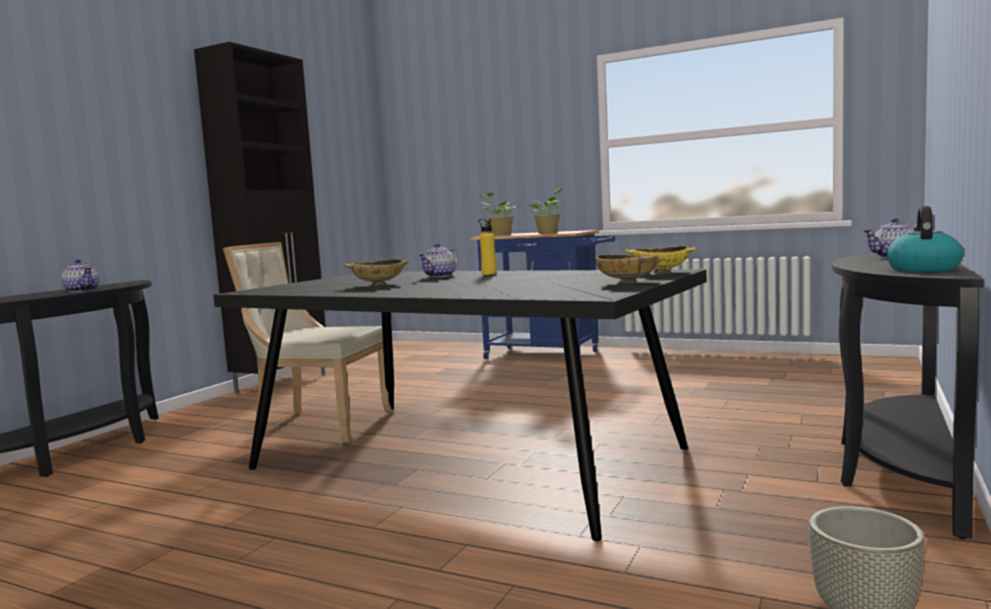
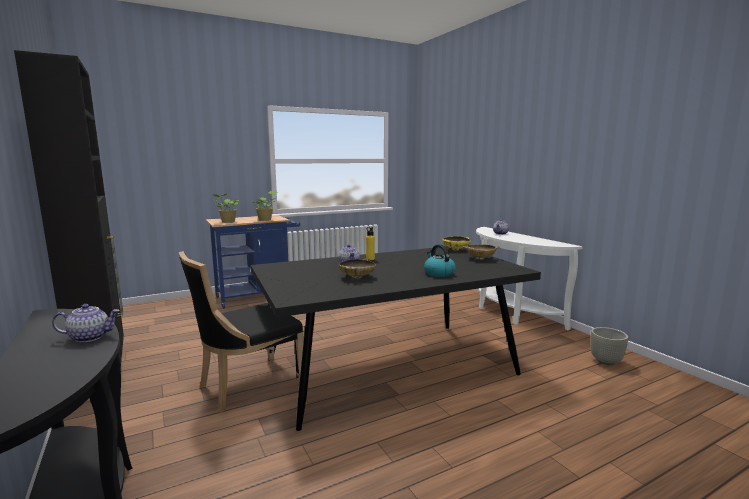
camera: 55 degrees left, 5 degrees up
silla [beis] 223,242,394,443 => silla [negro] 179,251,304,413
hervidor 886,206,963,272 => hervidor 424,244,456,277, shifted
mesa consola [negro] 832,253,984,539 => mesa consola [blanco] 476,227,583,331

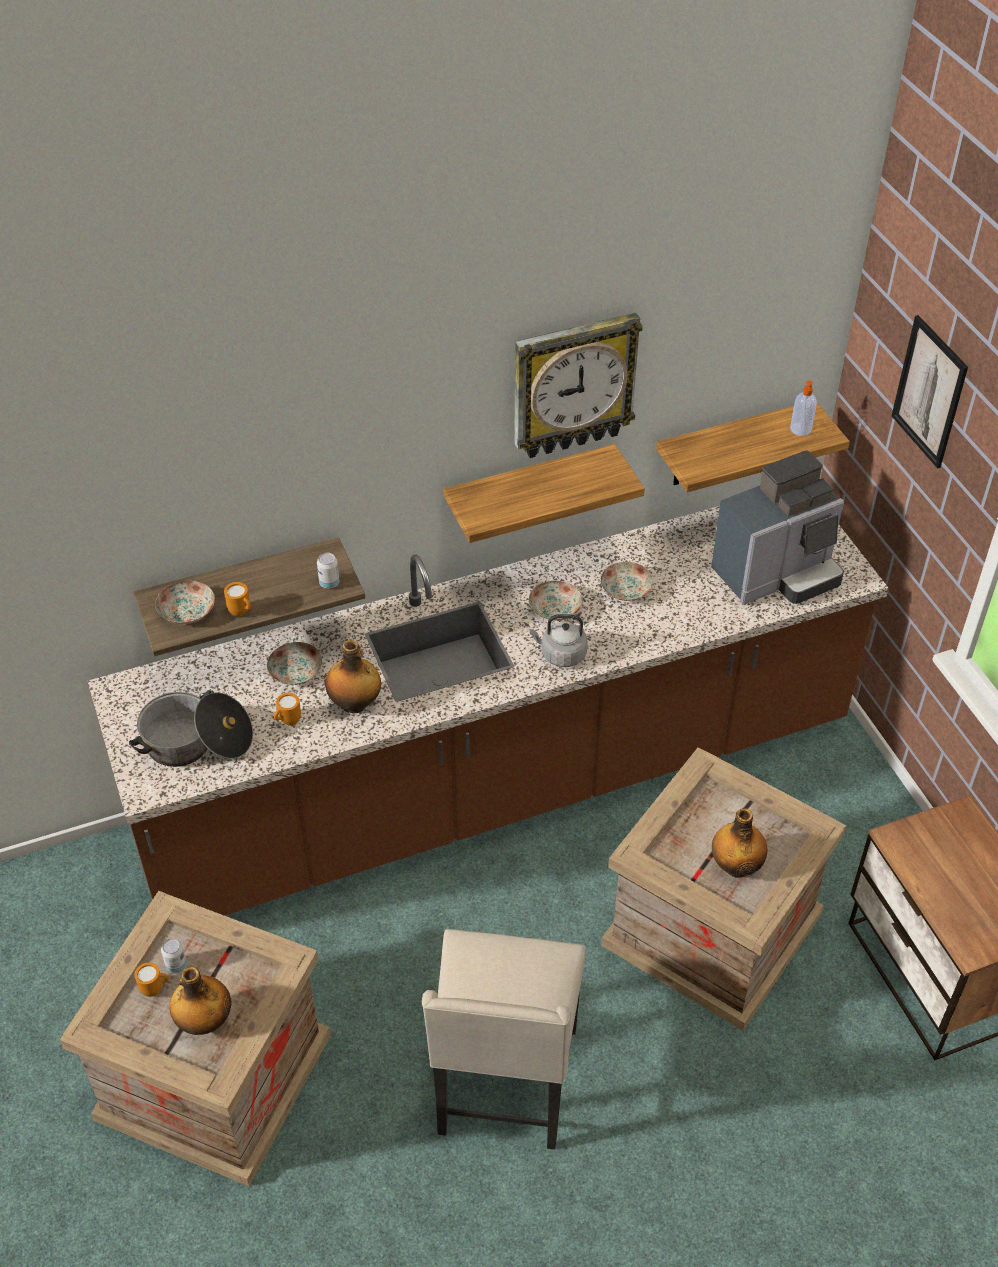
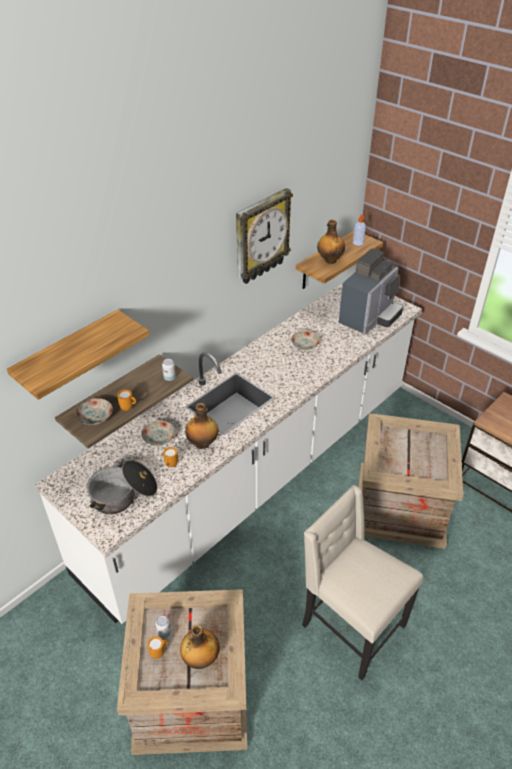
camera: 25 degrees left, 5 degrees down
estante 444,444,645,543 => estante 7,310,150,400, shifted
mueble bajo de cocina [marrón] 88,506,889,916 => mueble bajo de cocina [blanco] 35,283,422,624
silla [beis] 422,929,586,1150 => silla [beis] 302,485,423,680, 150 degrees clockwise
botella 712,808,768,878 => botella 317,219,345,264, shifted
plato 529,581,583,621 => nothing
hervidor [gris] 529,614,588,667 => nothing
cuadro 892,315,968,469 => nothing

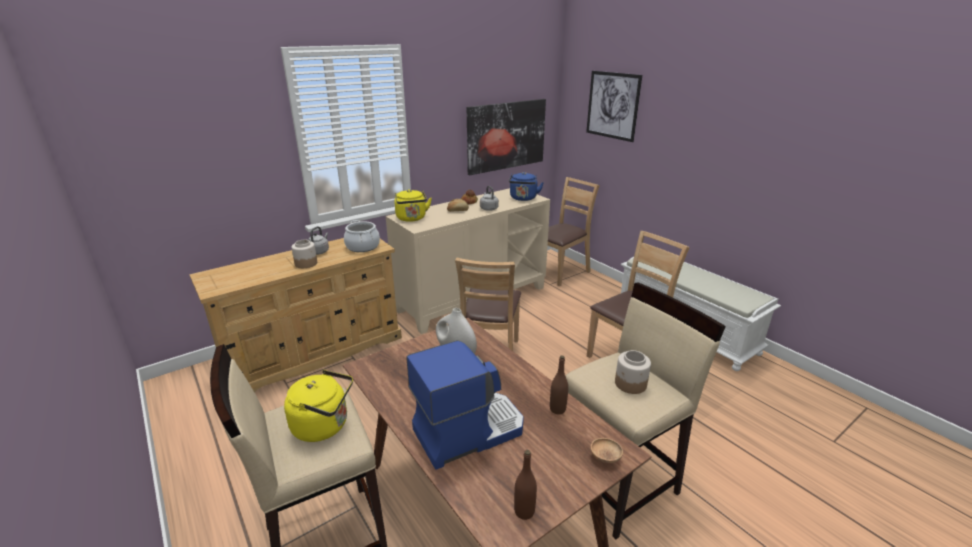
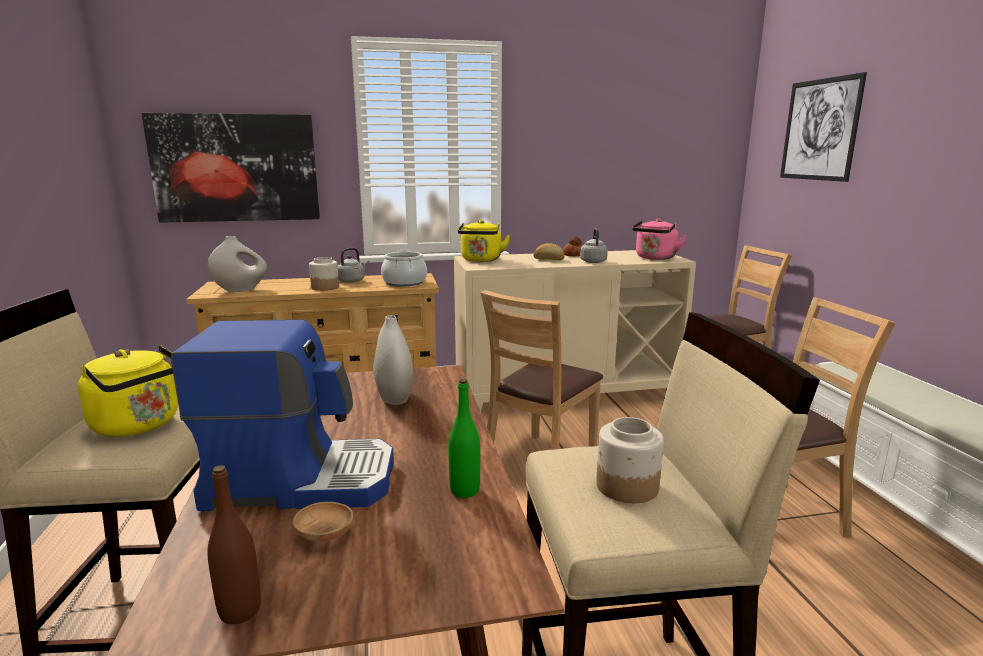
camera: 25 degrees right, 10 degrees down
cuadro 467,99,546,175 => cuadro 141,113,320,223, shifted
nothing => florero [blanco] 208,236,267,292
cuenco [marrón] 591,438,623,463 => cuenco [marrón] 293,502,353,542, shifted
botella [marrón] 550,355,568,414 => botella [verde] 448,379,480,498
hervidor [azul] 509,172,543,201 => hervidor [rosa] 632,219,687,260

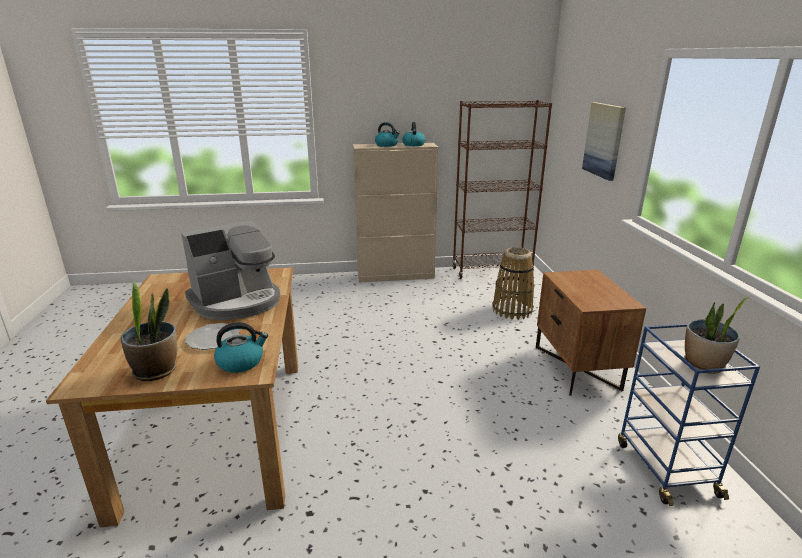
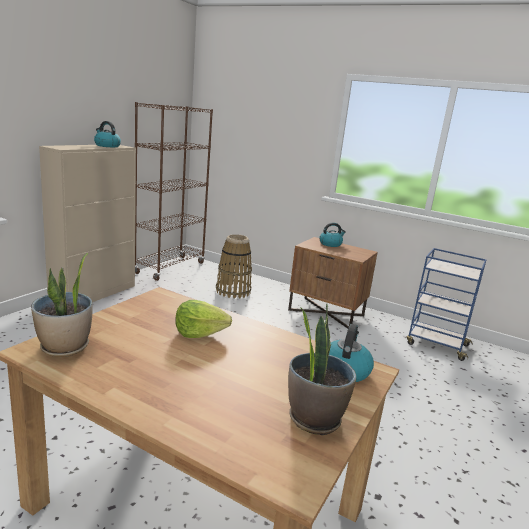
camera: 55 degrees left, 5 degrees down
planta en maceta 684,297,749,374 => planta en maceta 31,253,92,357, shifted
cafetera 181,220,280,320 => lechuga 176,300,232,338
hervidor 375,122,400,147 => hervidor 319,222,346,247, shifted
plato 185,323,240,350 => nothing
cuadro 582,102,626,181 => nothing

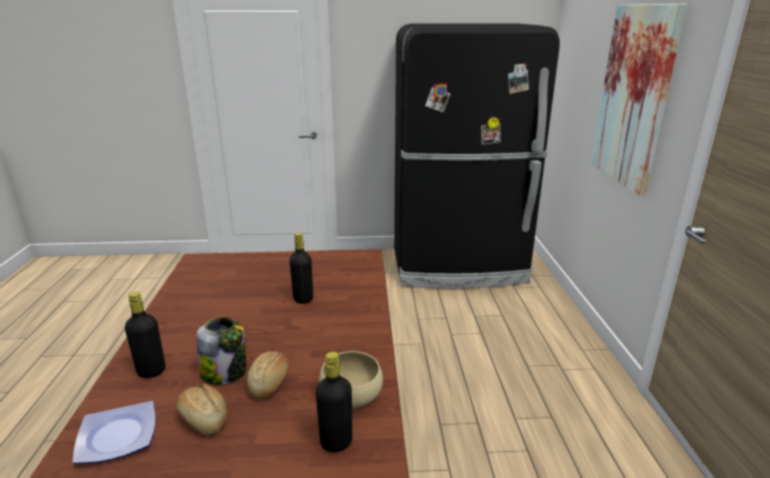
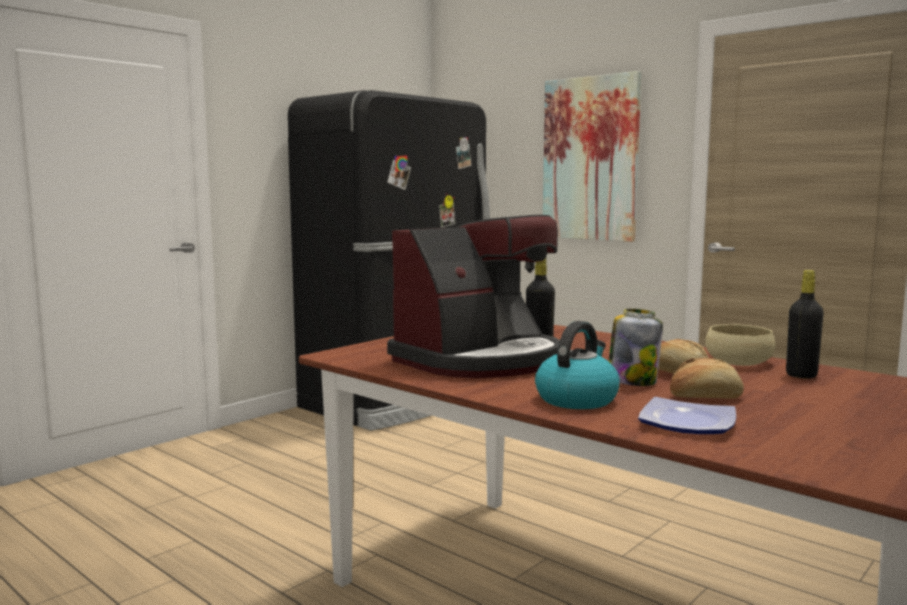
camera: 45 degrees left, 15 degrees down
nothing => cafetera 387,215,560,378
botella [negro] 125,292,166,378 => hervidor 535,321,620,409

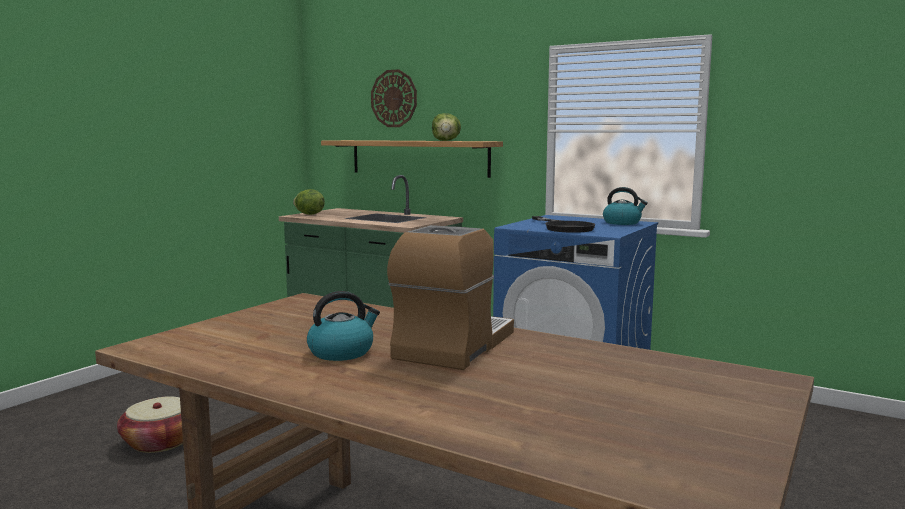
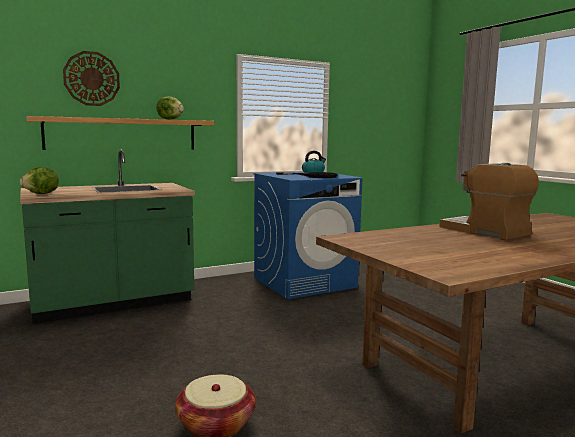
camera: 60 degrees left, 0 degrees up
hervidor 307,291,380,361 => nothing

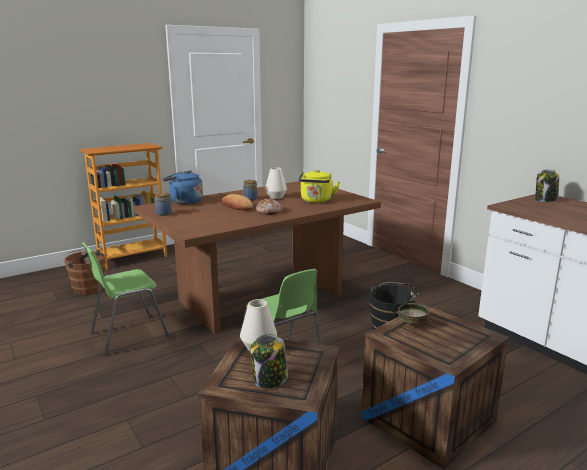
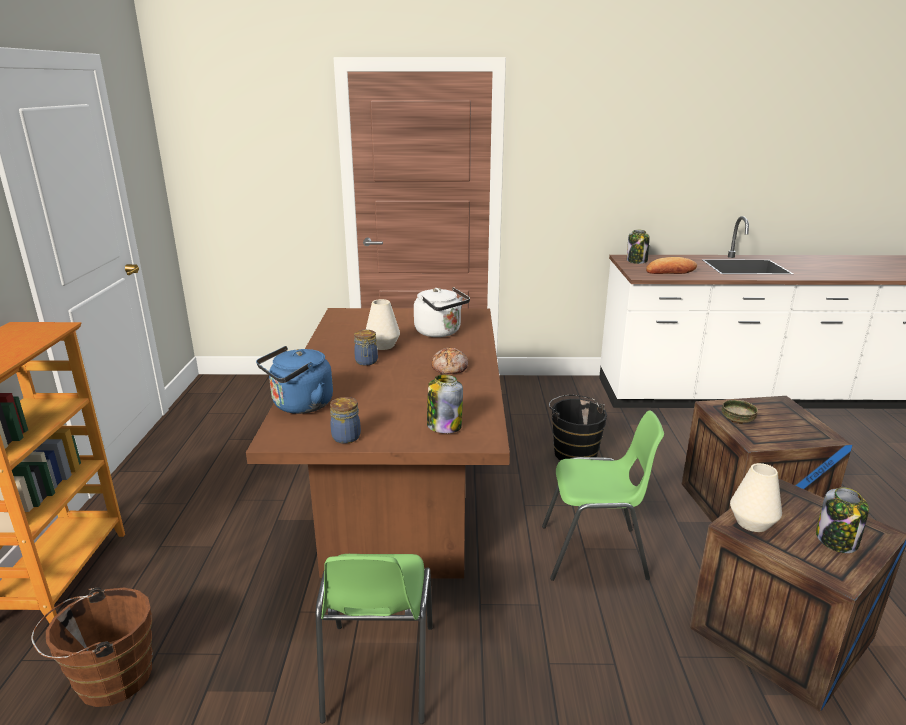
camera: 55 degrees left, 5 degrees up
hervidor [amarillo] 298,170,340,203 => hervidor [blanco] 414,287,470,337
nothing => tarro 427,375,463,433
pan 221,194,253,210 => pan 646,257,697,274, shifted

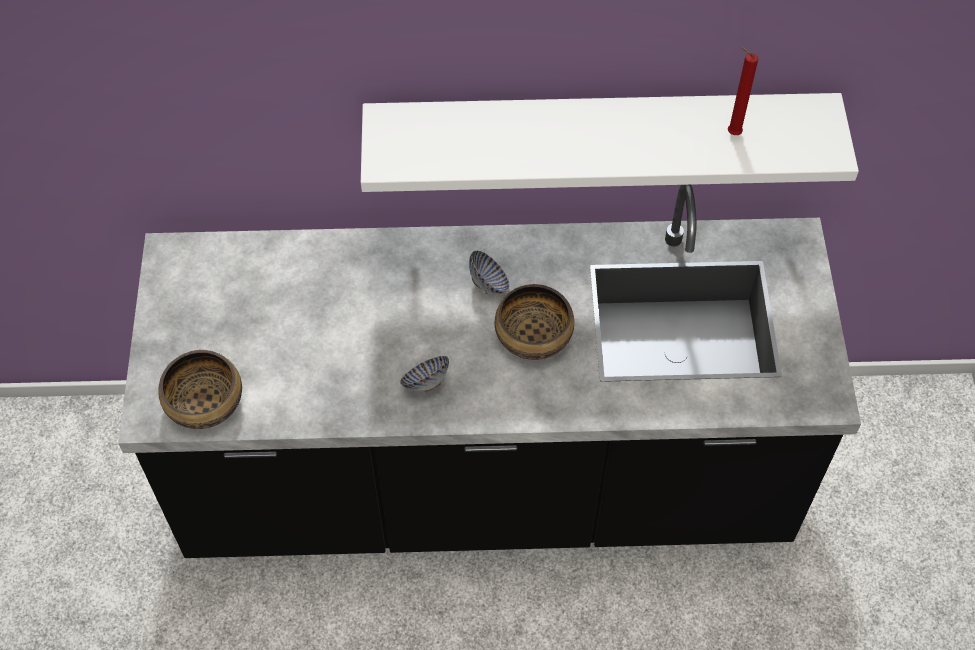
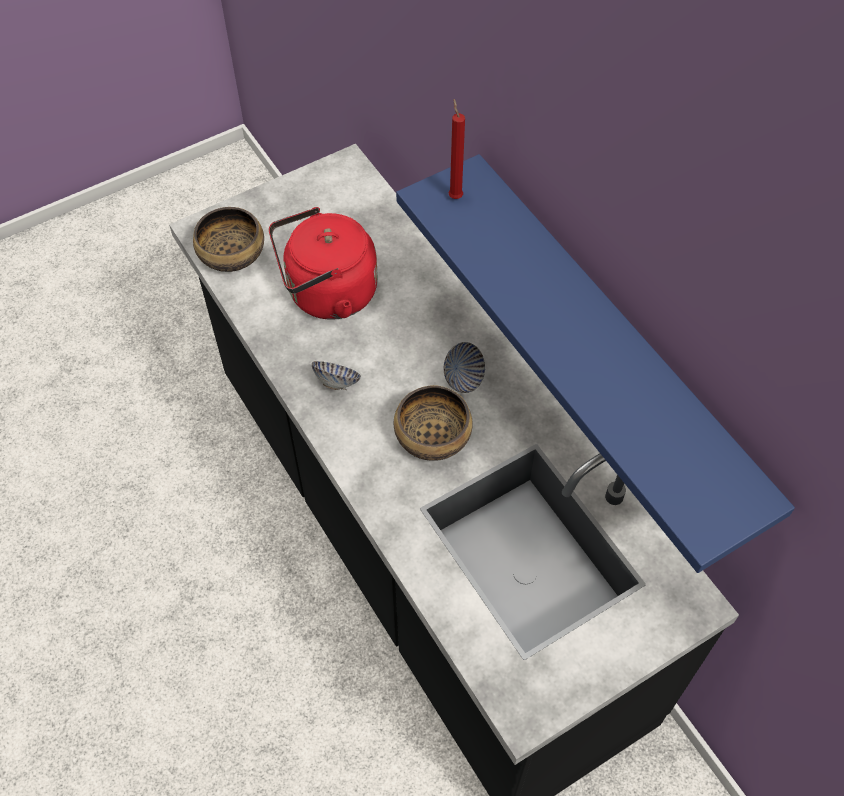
camera: 60 degrees right, 0 degrees up
nothing => hervidor [rojo] 269,207,378,320
estante [blanco] 361,93,859,192 => estante [azul] 396,154,795,573
vela [rojo] 728,47,758,135 => vela [rojo] 449,99,465,199, shifted

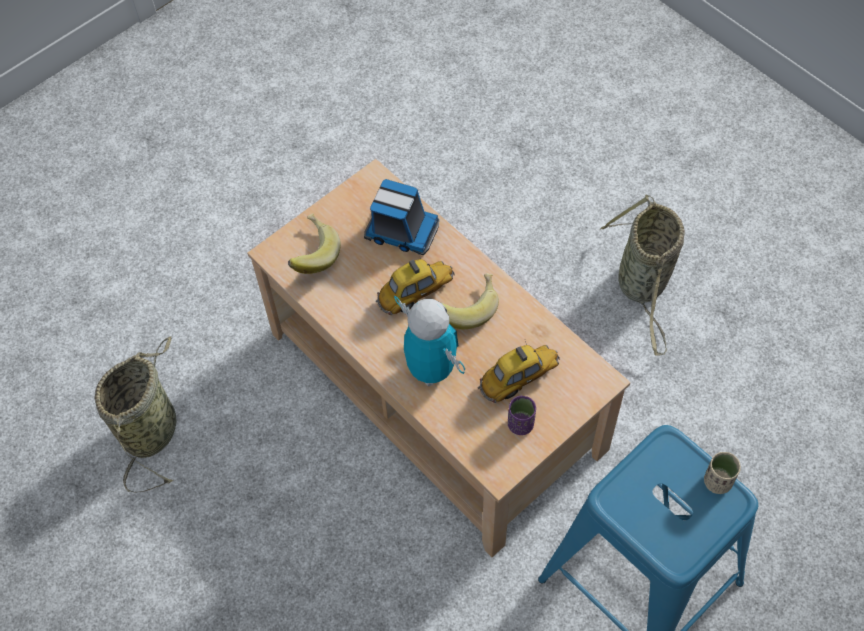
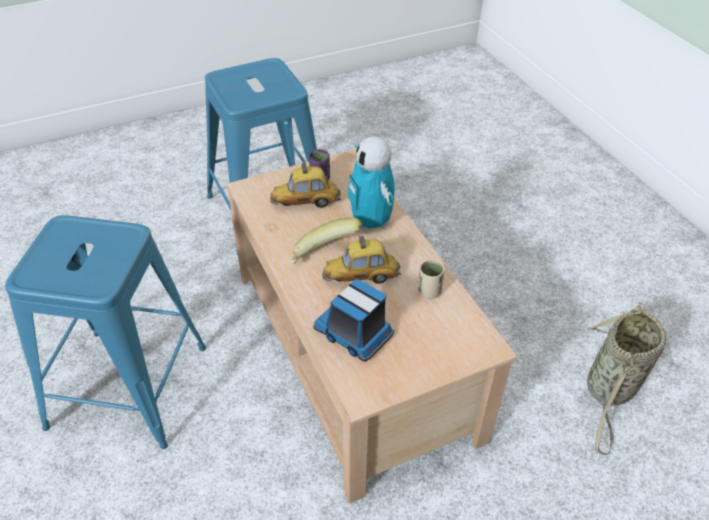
camera: 165 degrees left, 15 degrees down
cesta 599,195,685,356 => taburete [azul] 5,215,206,449
taza [beis] 704,452,741,494 => taza [beis] 418,260,445,299, shifted
plátano 288,213,341,274 => nothing

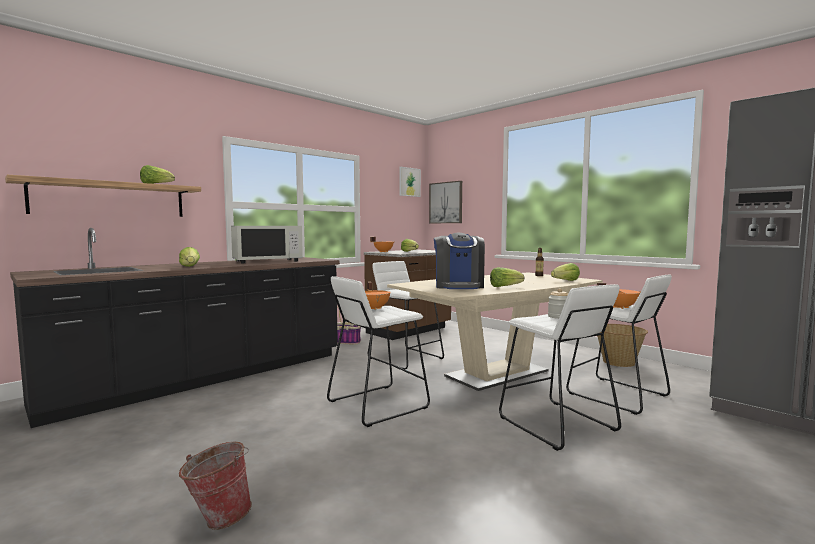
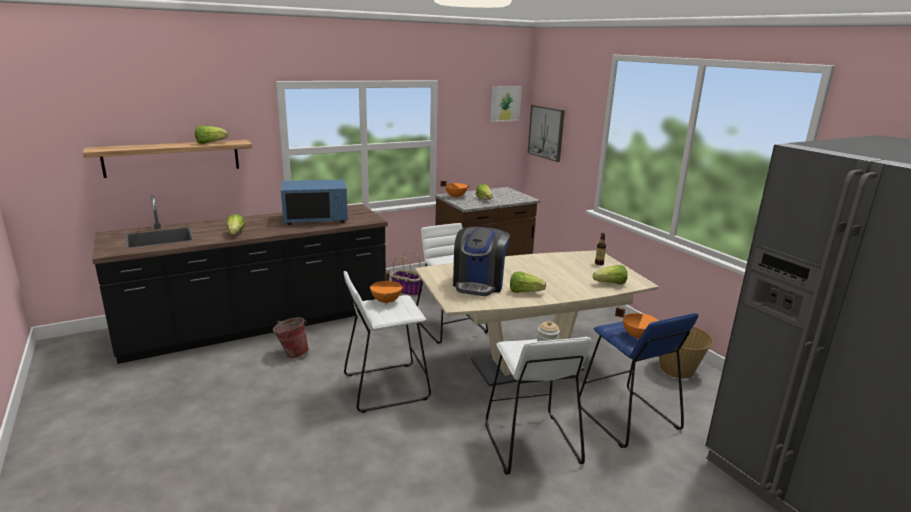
camera: 15 degrees right, 15 degrees up
cubo 179,442,252,530 => cubo 273,317,309,358, shifted
microondas [blanco] 231,226,303,263 => microondas [azul] 281,179,348,225
taburete [blanco] 566,275,672,415 => taburete [azul] 580,313,698,448

